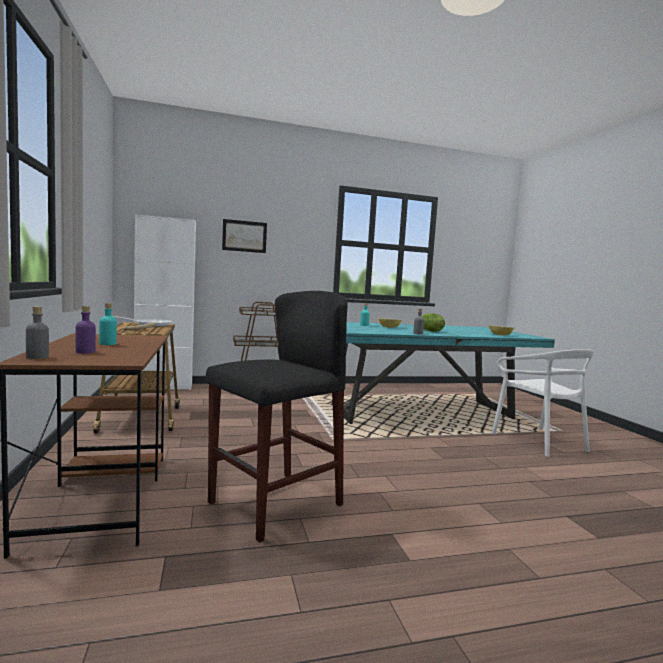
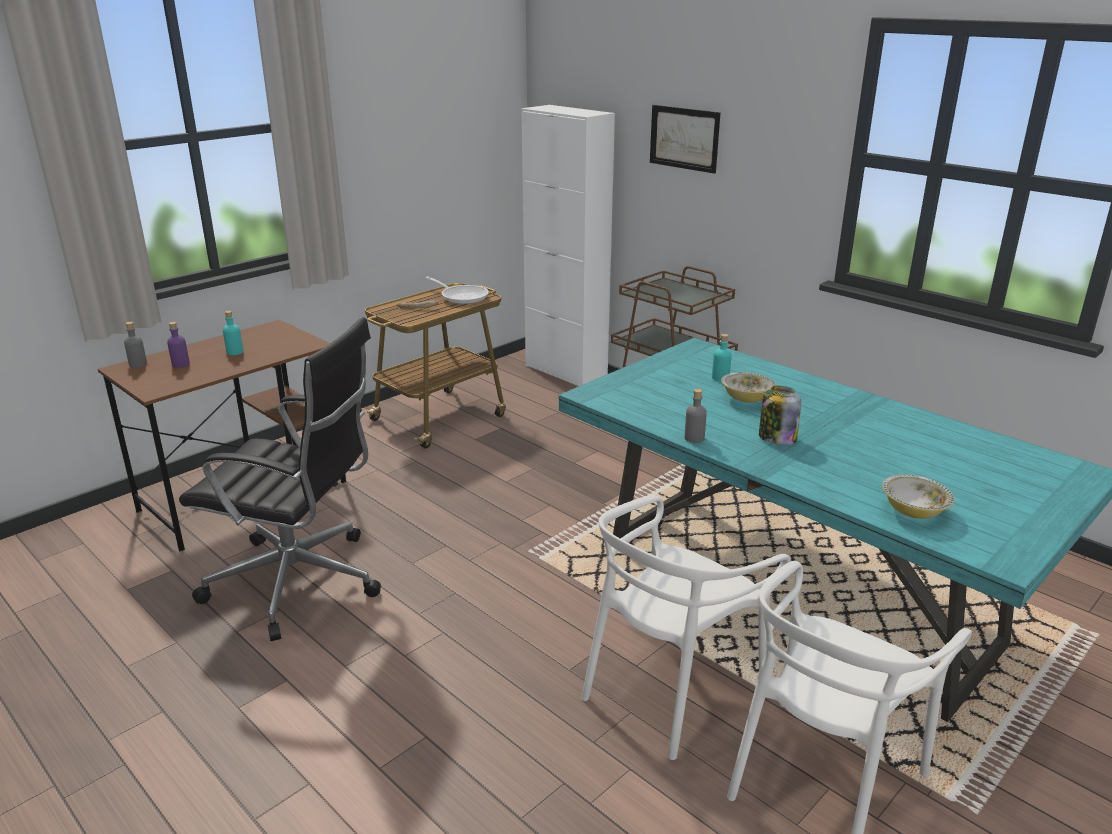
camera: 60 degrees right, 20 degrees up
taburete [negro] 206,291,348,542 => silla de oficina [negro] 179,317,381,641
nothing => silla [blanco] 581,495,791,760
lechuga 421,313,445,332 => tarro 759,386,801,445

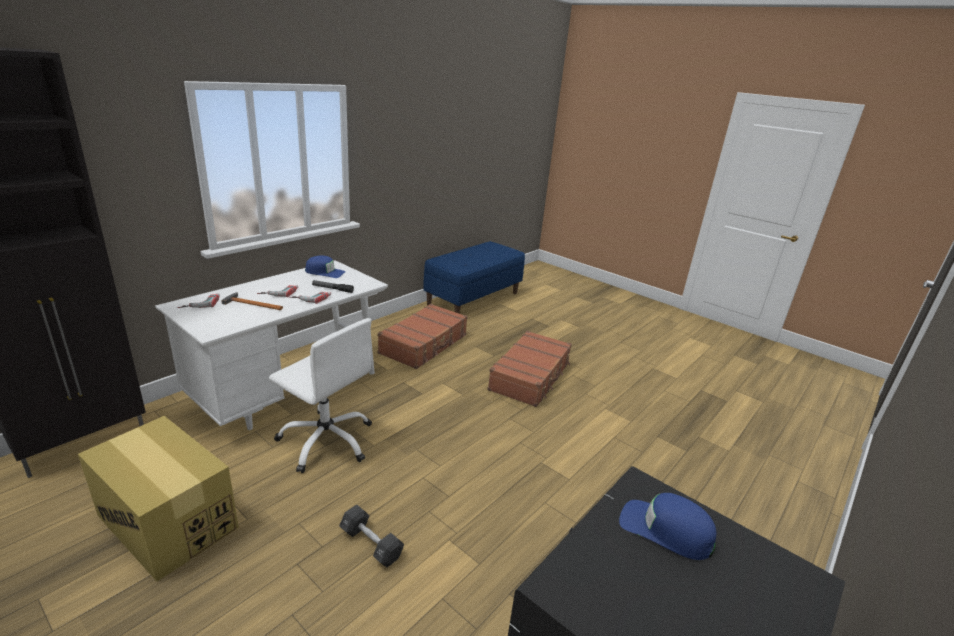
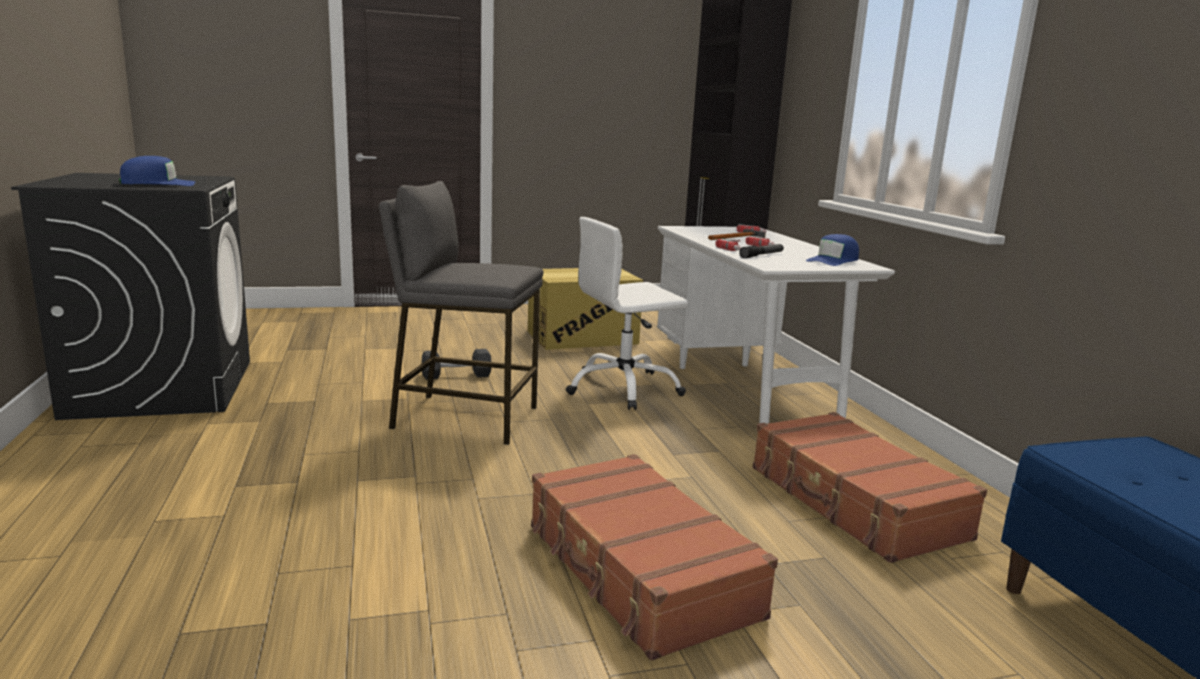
camera: 125 degrees right, 10 degrees down
nothing => taburete [gris] 379,181,543,445

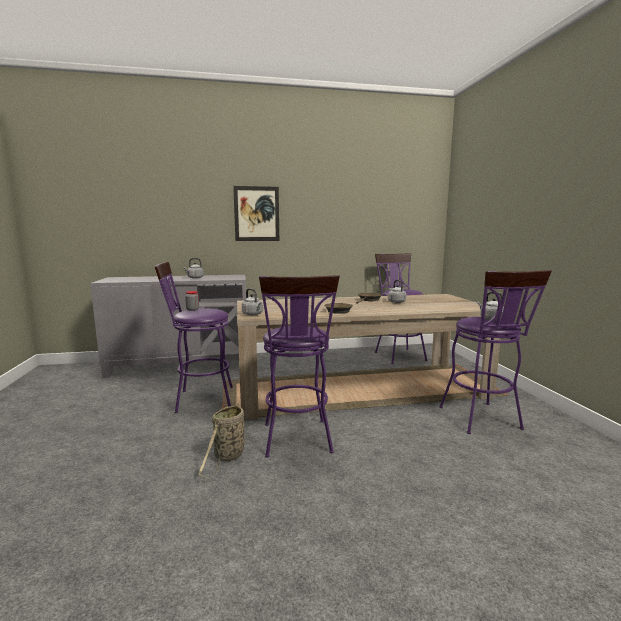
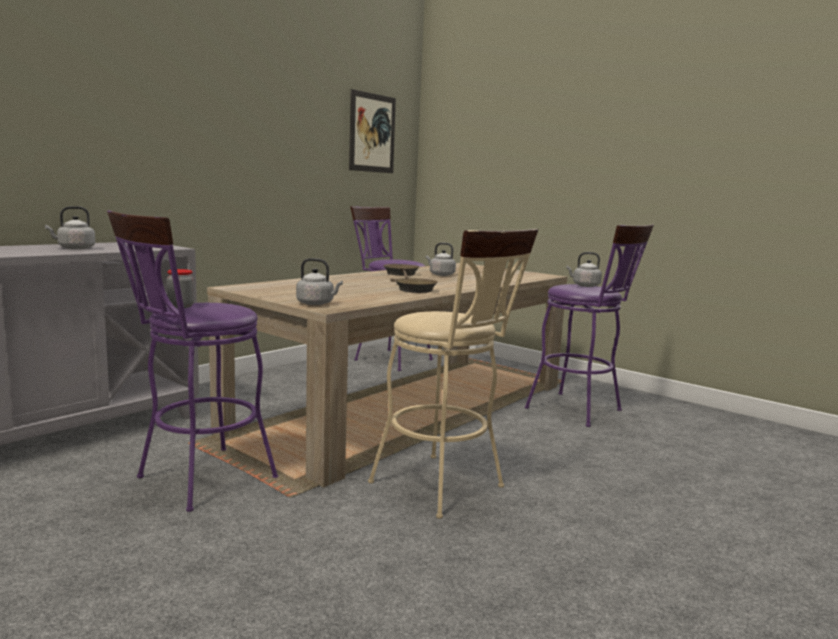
camera: 40 degrees left, 0 degrees up
cuadro 233,186,279,241 => cuadro 349,89,396,173, shifted
taburete [morado] 259,275,340,458 => taburete [beis] 368,229,538,519
cesta 199,403,249,478 => nothing

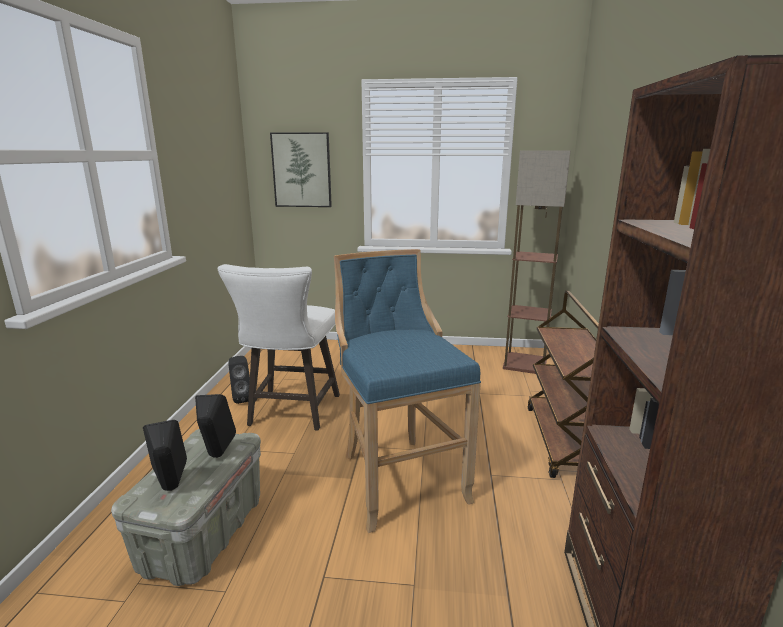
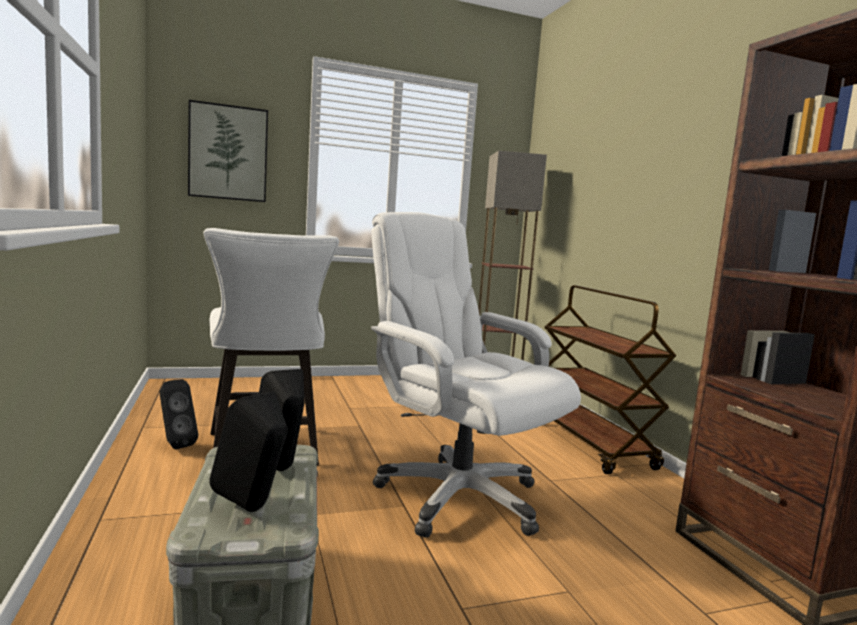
camera: 25 degrees left, 10 degrees down
taburete [azul] 334,249,481,533 => silla de oficina [blanco] 371,212,581,538

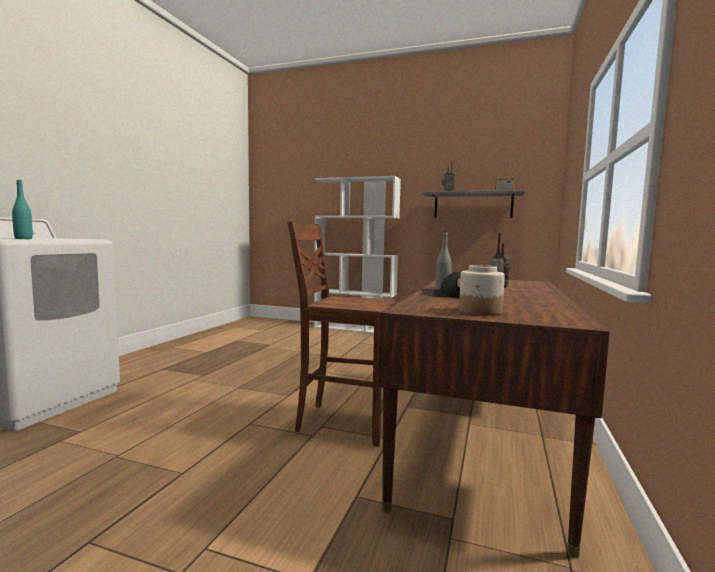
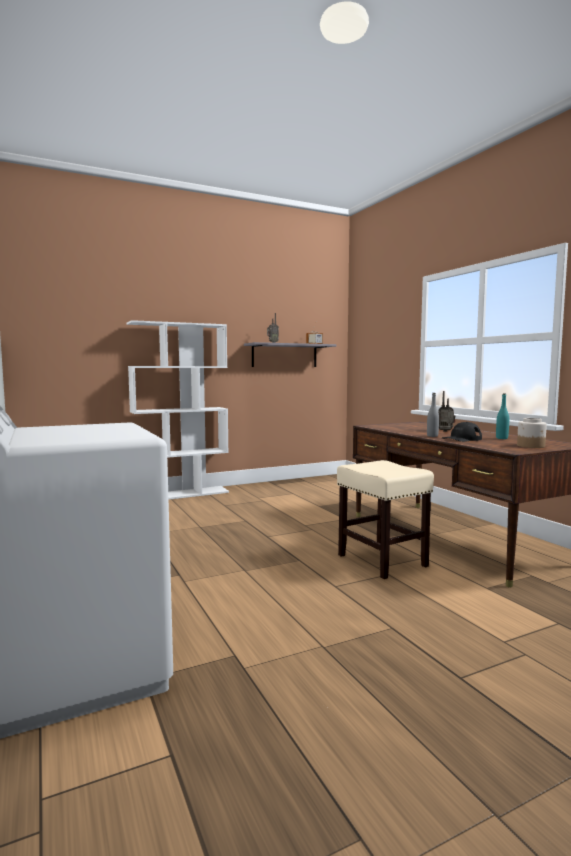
camera: 45 degrees left, 0 degrees up
silla [marrón] 287,221,395,446 => taburete [beis] 337,460,434,579
botella [turquesa] 12,180,33,239 => botella [turquesa] 496,393,509,439, shifted

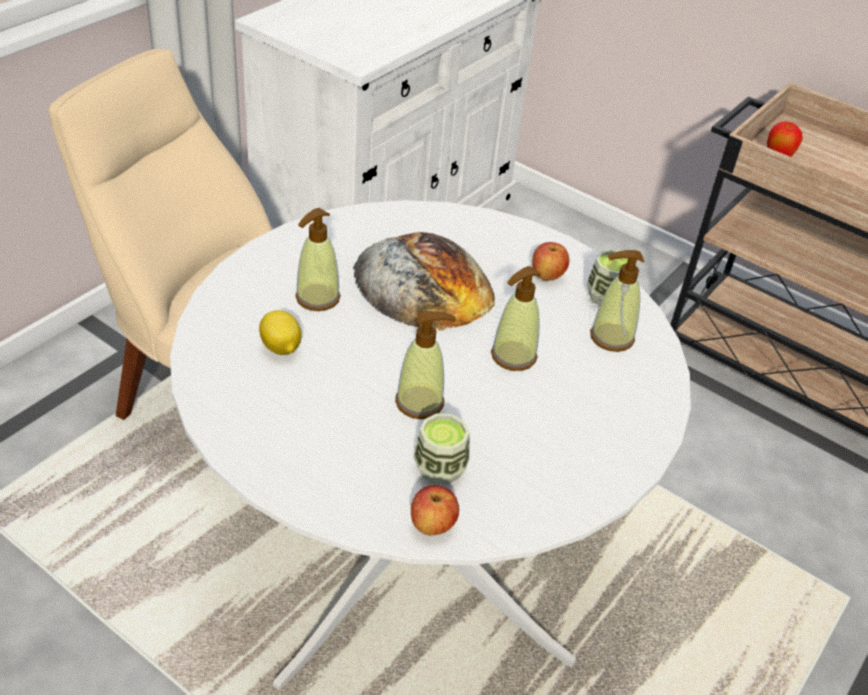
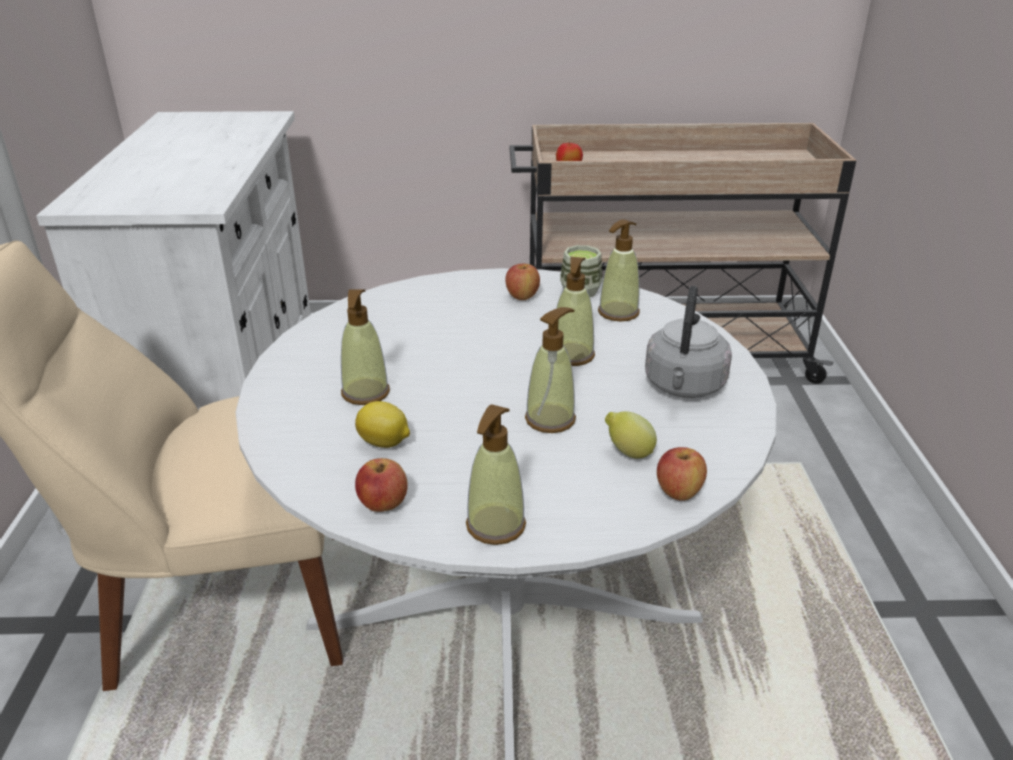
camera: 35 degrees left, 10 degrees down
nothing => manzana 355,458,408,512
nothing => dispensador de jabón 466,404,526,545
taza 413,413,470,485 => limón 605,412,657,459
nothing => hervidor [gris] 645,286,732,398
pan 353,232,495,330 => nothing

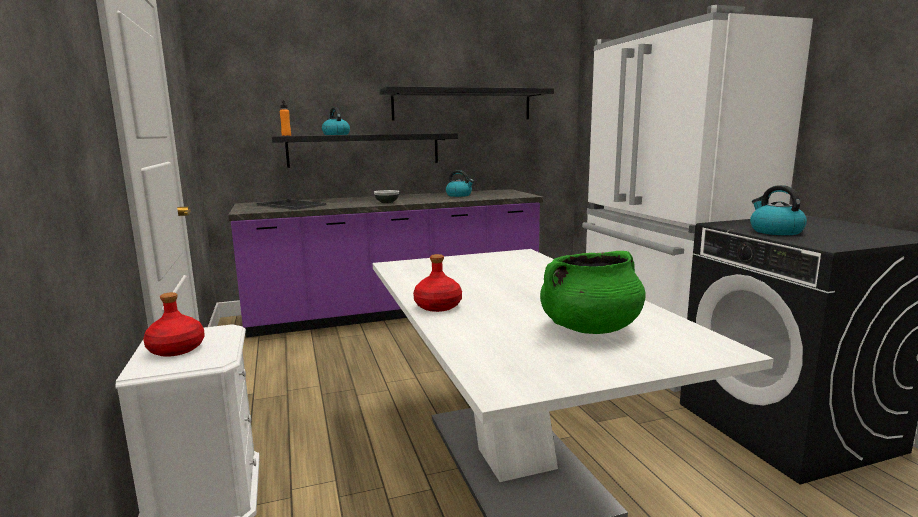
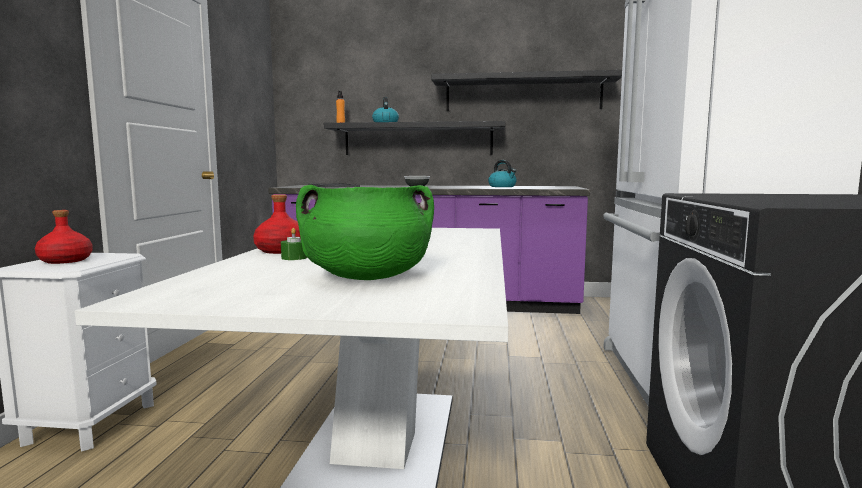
camera: 25 degrees right, 5 degrees down
nothing => vela [verde] 281,228,307,260
hervidor 750,185,807,235 => nothing

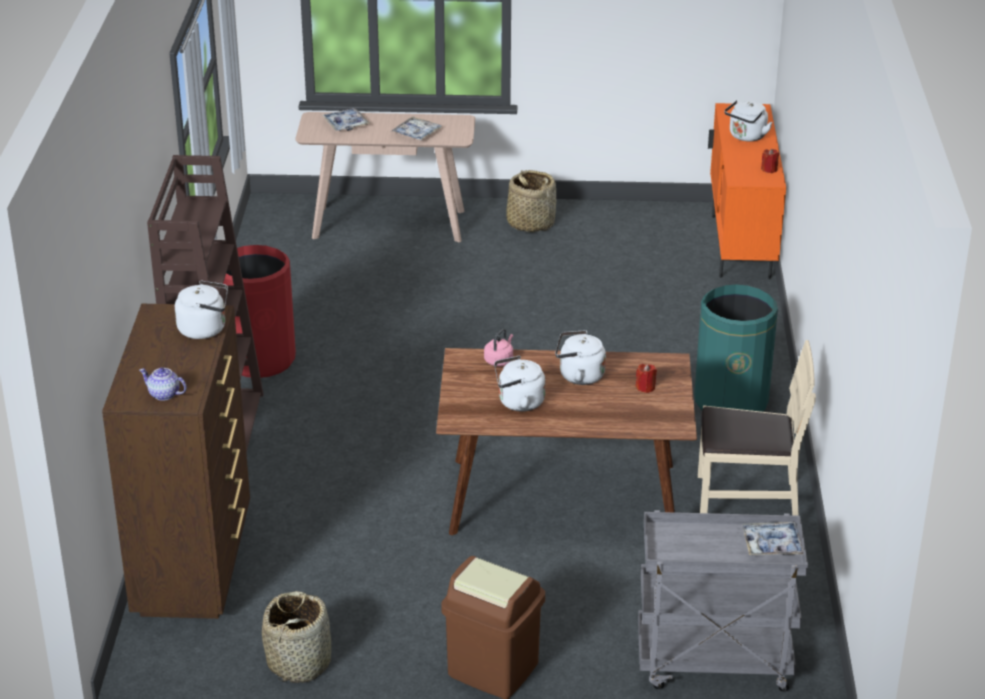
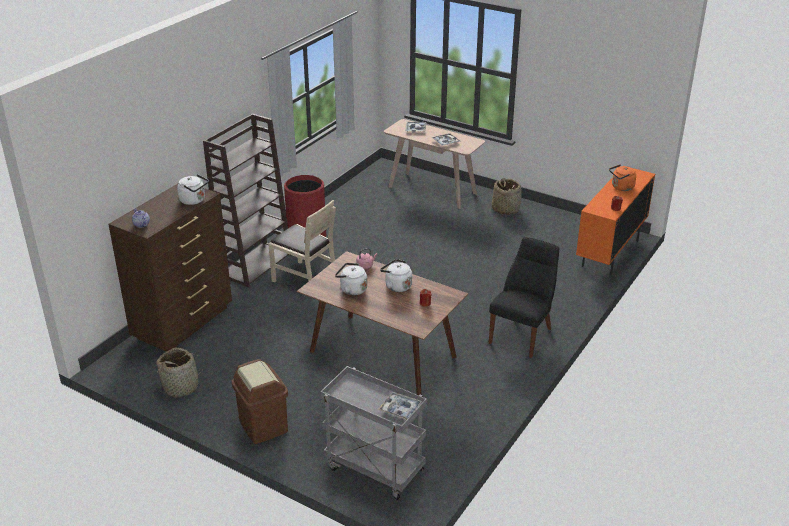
camera: 30 degrees right, 0 degrees up
silla [beis] 698,340,816,516 => silla [beis] 268,200,336,283, shifted
papelera [verde] 694,285,778,412 => silla [negro] 489,237,559,358
hervidor [blanco] 724,100,773,141 => hervidor [naranja] 609,164,636,191

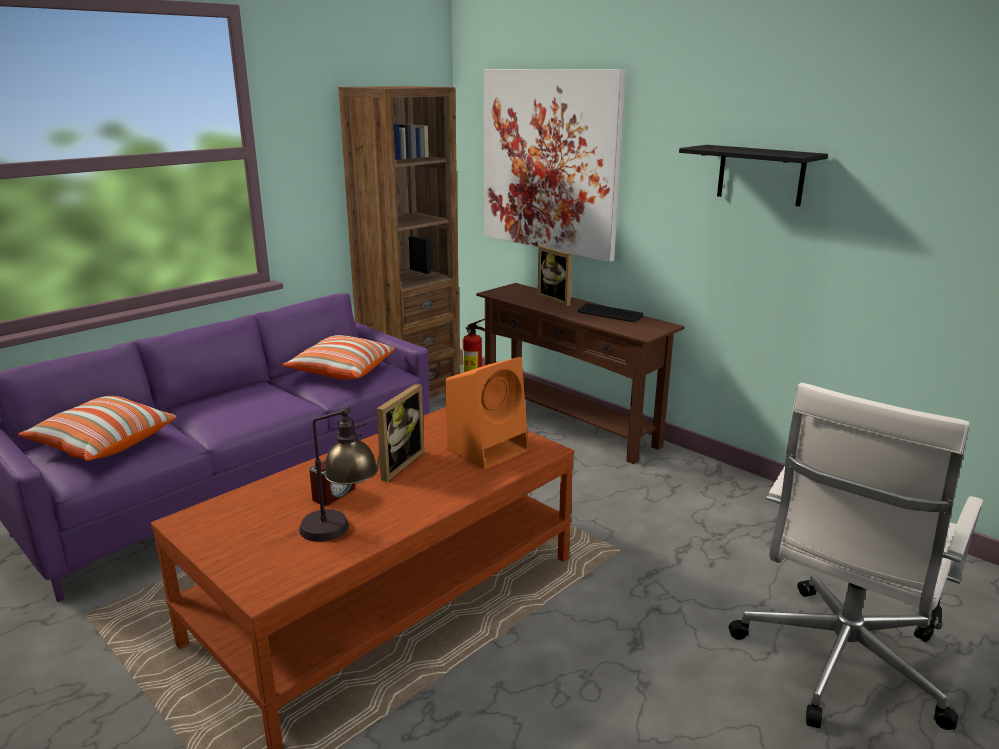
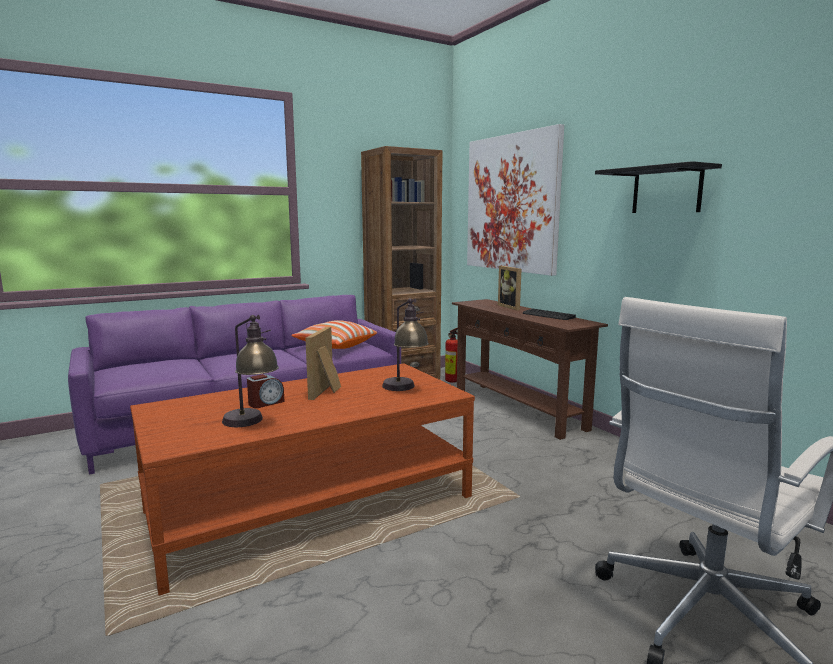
camera: 15 degrees right, 10 degrees down
portarretratos 376,383,424,482 => portarretratos 305,327,341,400, 150 degrees clockwise
altavoz [naranja] 445,357,529,470 => lámpara de mesa 382,298,429,391
cojín 18,396,176,461 => nothing

